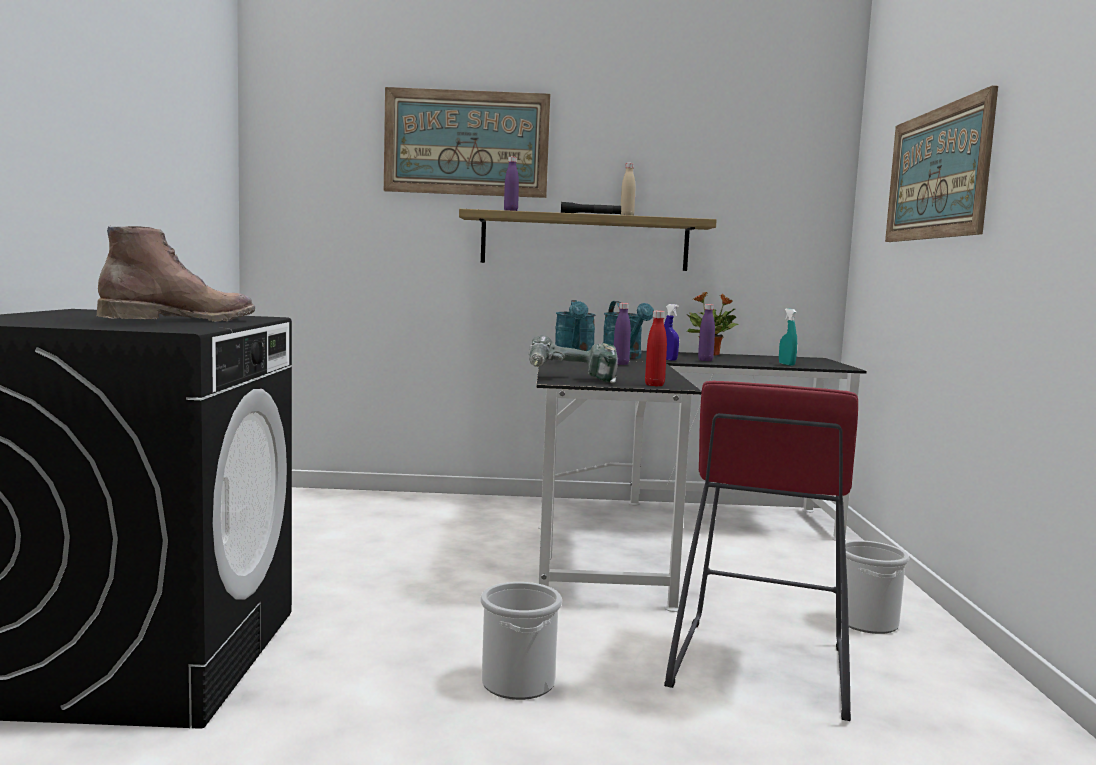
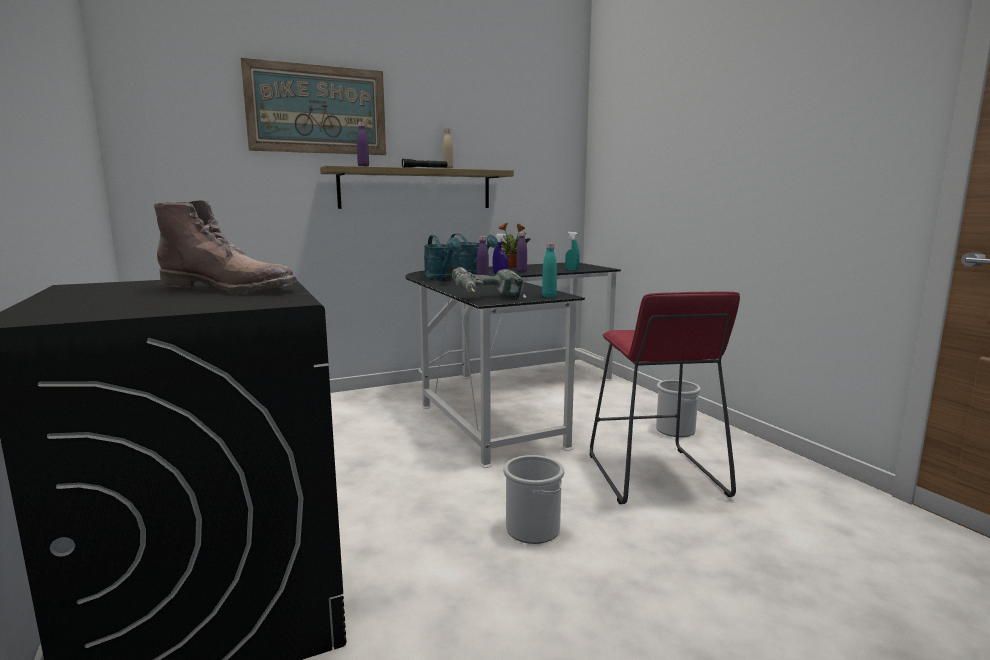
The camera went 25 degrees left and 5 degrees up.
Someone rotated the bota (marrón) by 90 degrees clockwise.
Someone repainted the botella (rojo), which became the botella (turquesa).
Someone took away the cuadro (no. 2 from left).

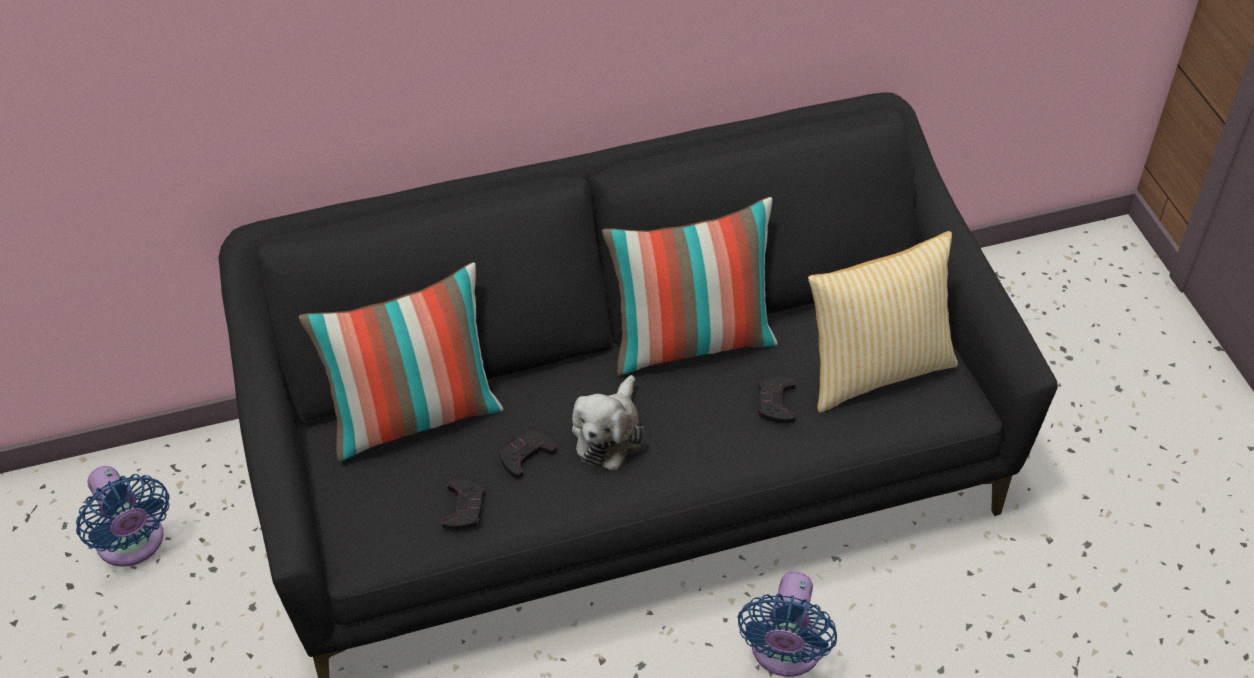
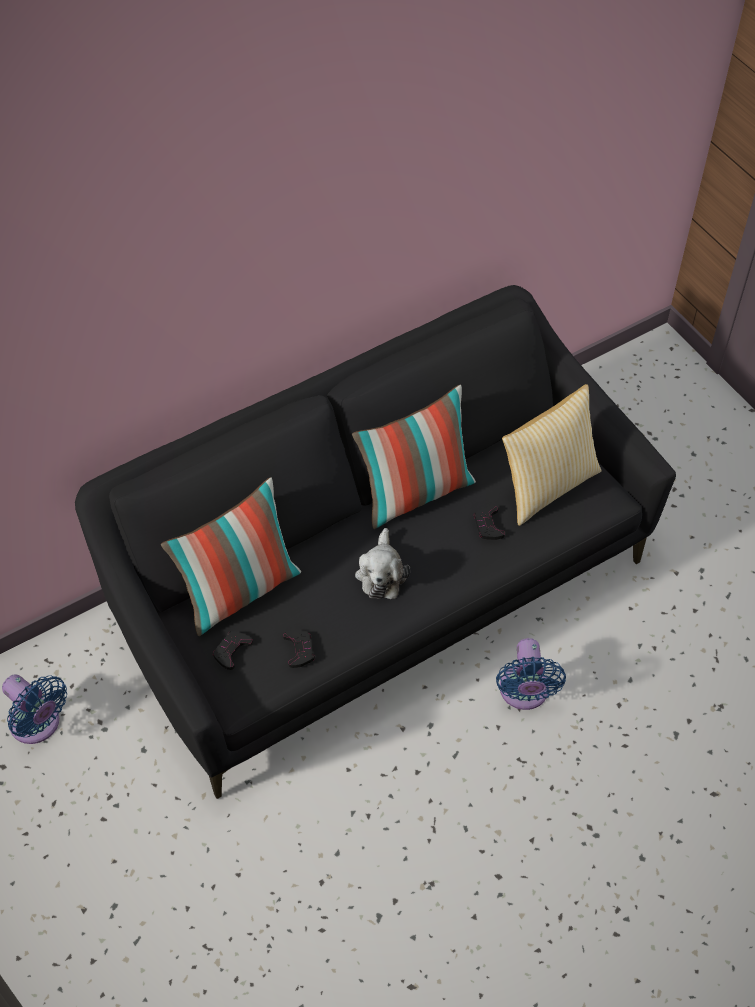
The camera went 15 degrees left and 5 degrees up.
Someone carried the mando de consola (negro) (no. 2 from left in the first image).

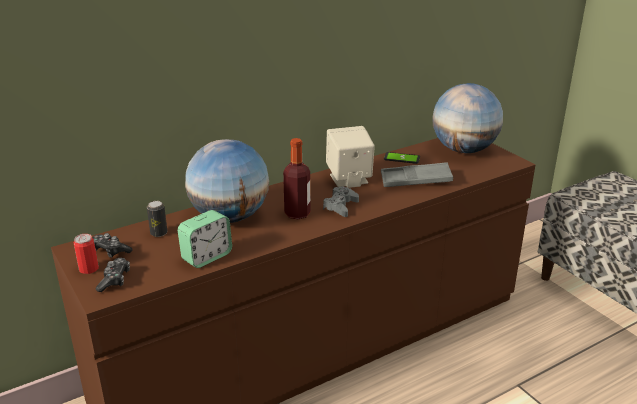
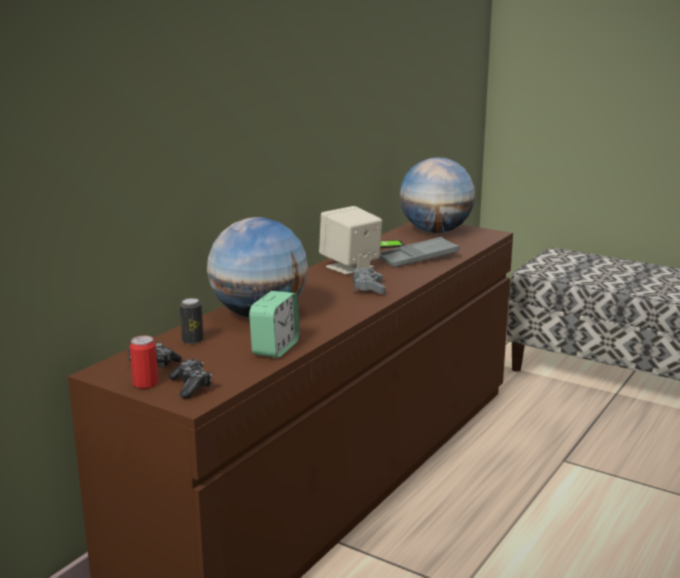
The camera went 25 degrees left and 10 degrees down.
Someone took away the botella.

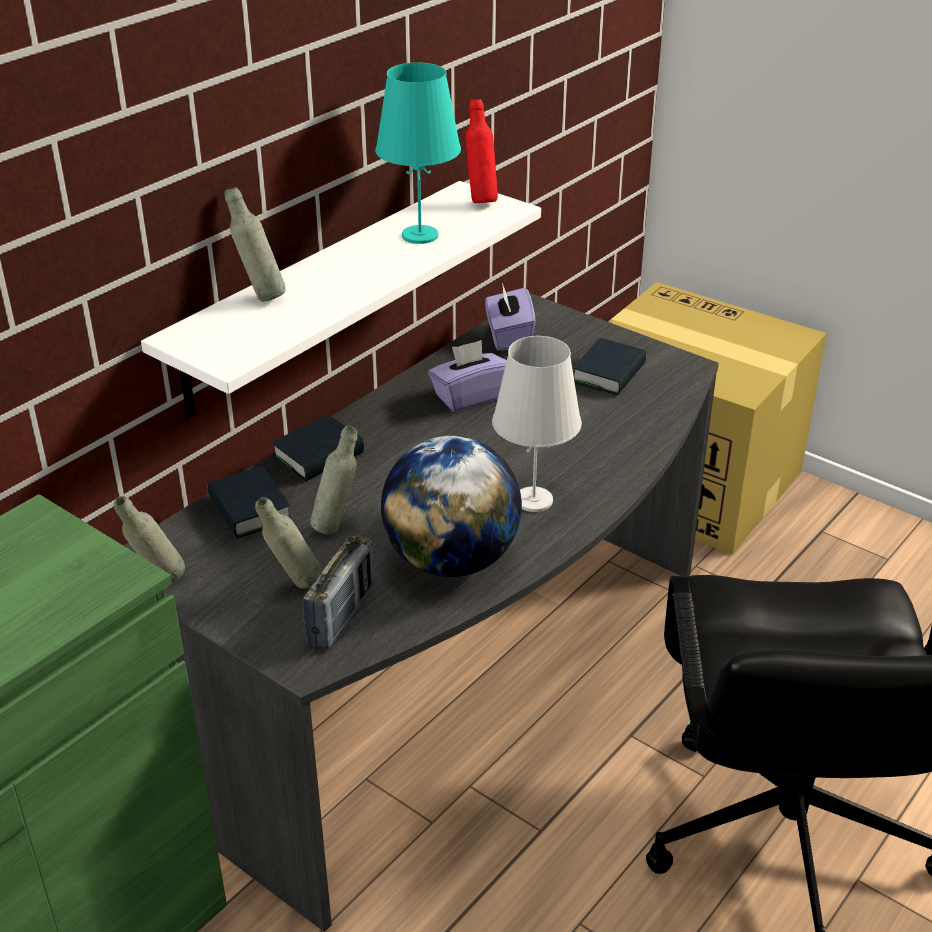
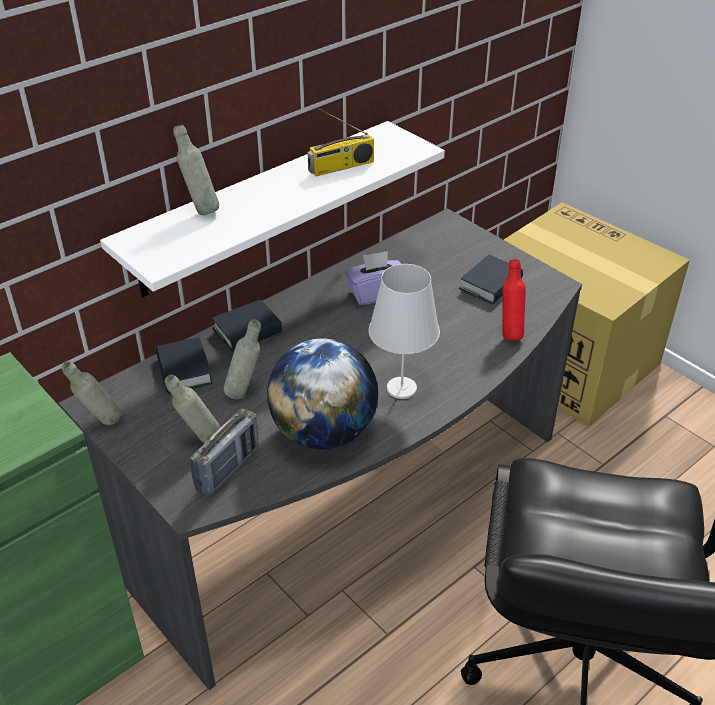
The camera went 10 degrees right and 5 degrees up.
Someone swapped the lámpara de mesa (turquesa) for the radio (no. 2 from left).
Someone carried the botella (rojo).
Someone took away the caja de pañuelos (morado) (no. 2 from left).

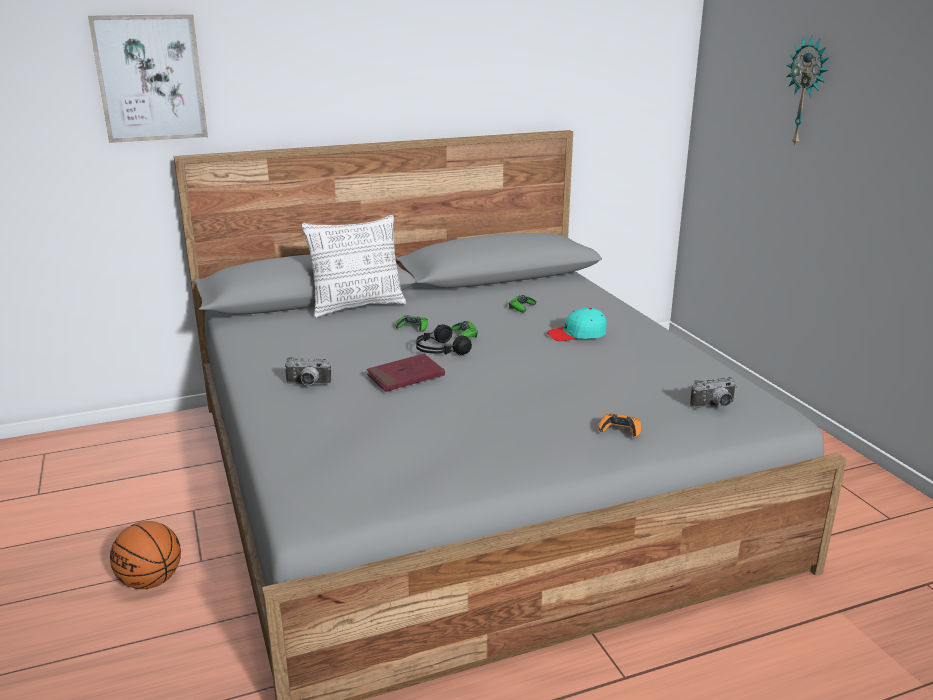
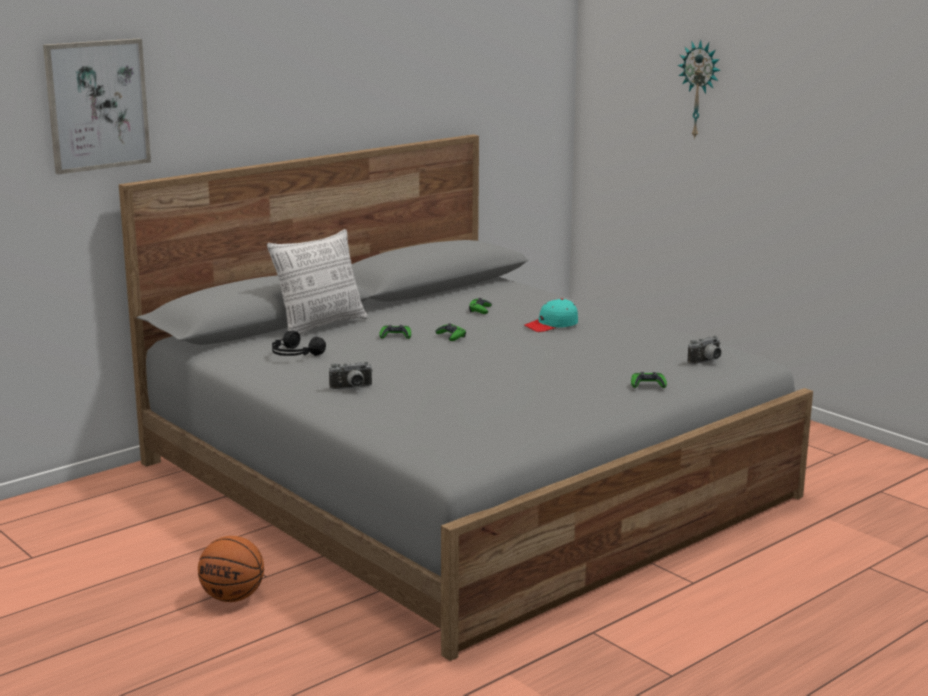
The camera went 20 degrees left and 5 degrees down.
Someone carried the auriculares (negro).
Someone repainted the mando de consola (naranja), which became the mando de consola (verde) (no. 4 from left).
Someone took away the libro (rojo).

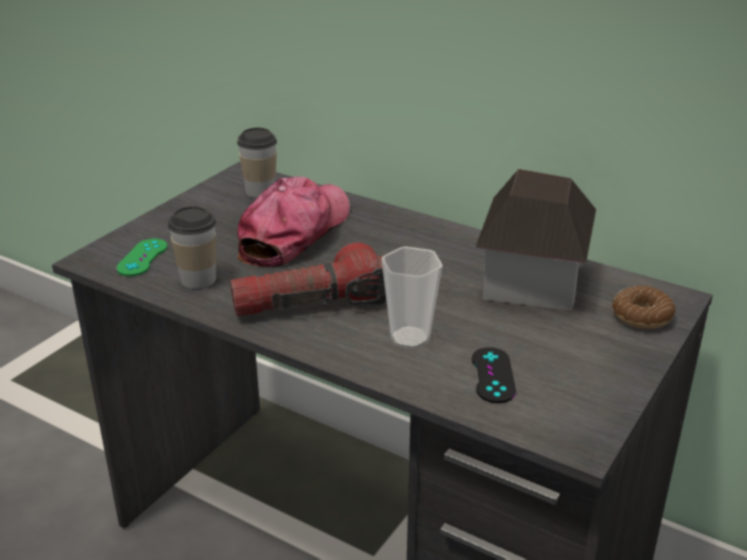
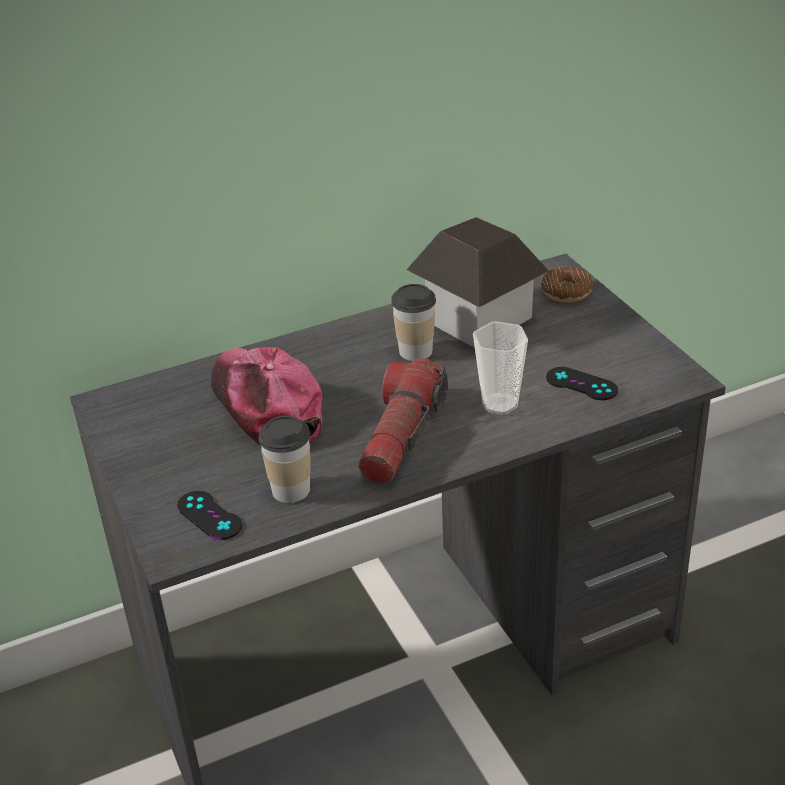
The camera went 55 degrees left and 5 degrees up.
Someone repainted the mando de consola (verde), which became the mando de consola (negro) (no. 1 from left).
Someone carried the taza (no. 2 from left).

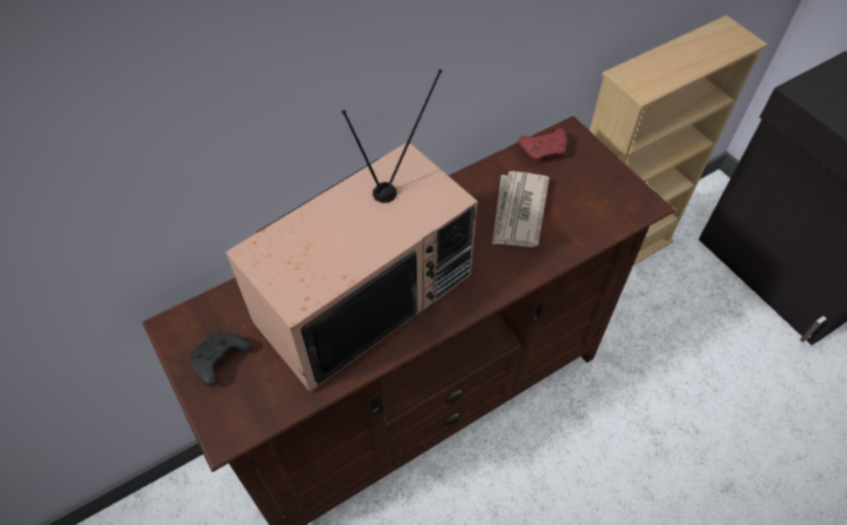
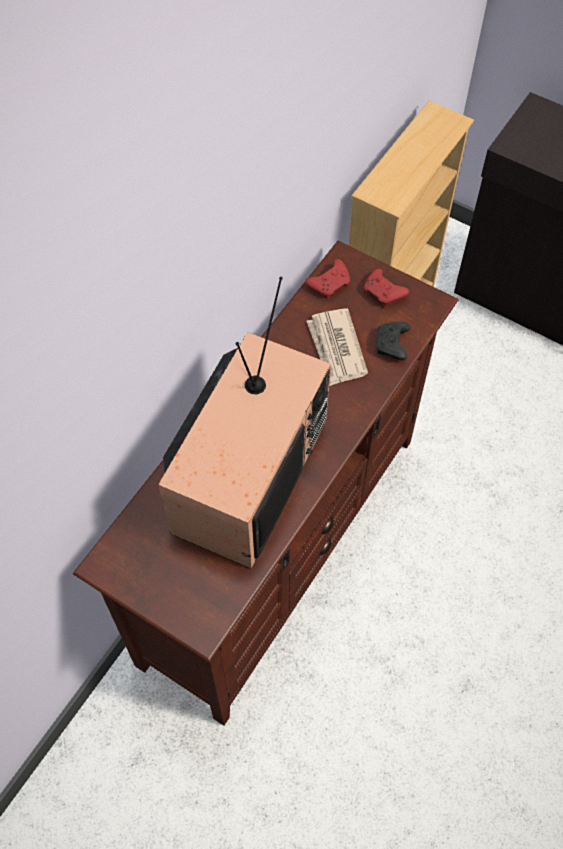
The camera went 25 degrees left and 5 degrees up.
Someone put down the mando de consola (rojo) (no. 2 from left).
Someone carried the mando de consola (negro).

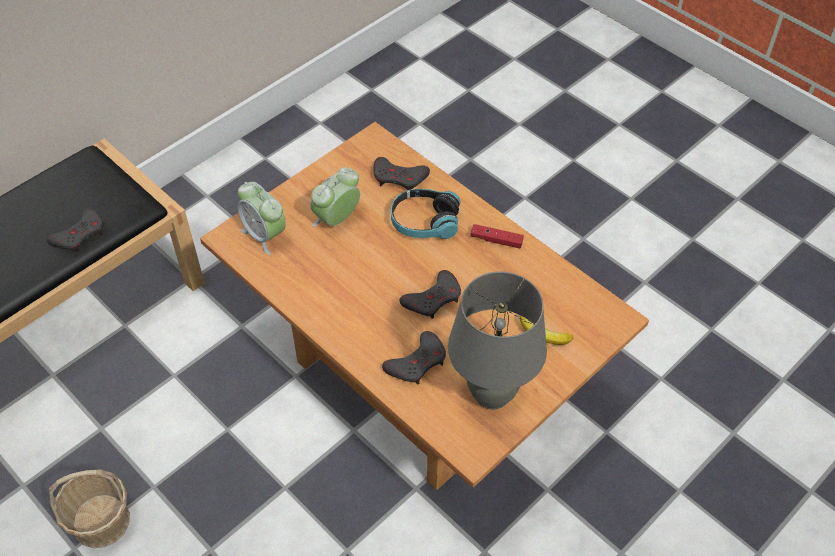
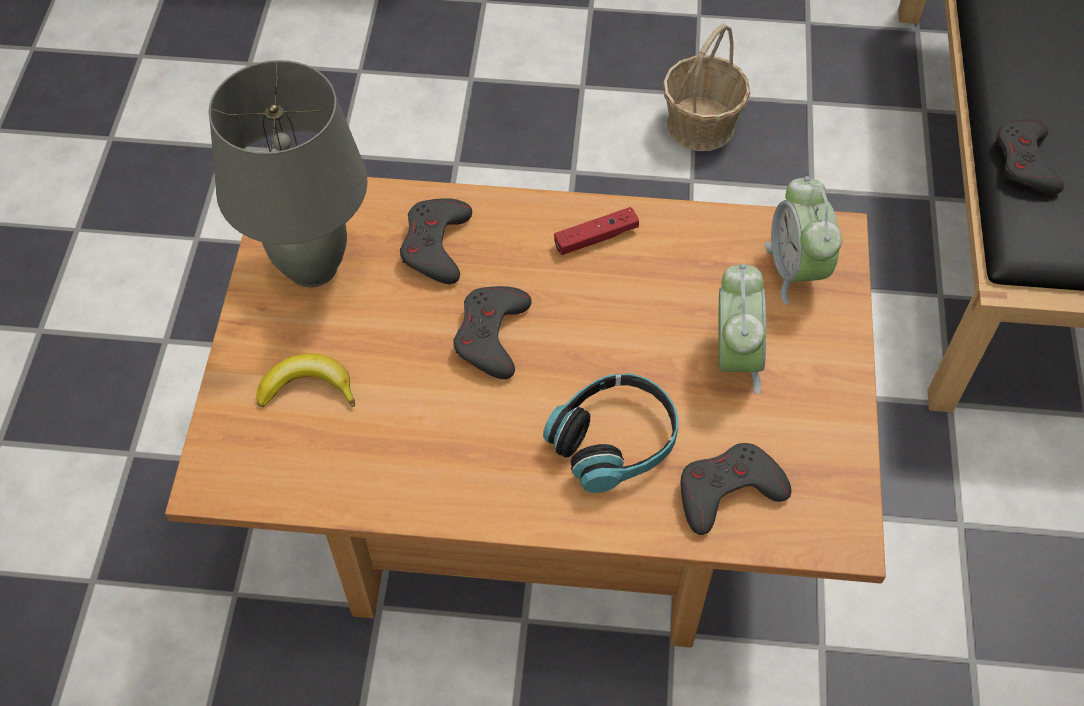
The camera went 140 degrees right and 5 degrees up.
Someone carried the mando de consola (rojo).
Someone rotated the despertador (no. 1 from left in the first image) by 105 degrees counterclockwise.

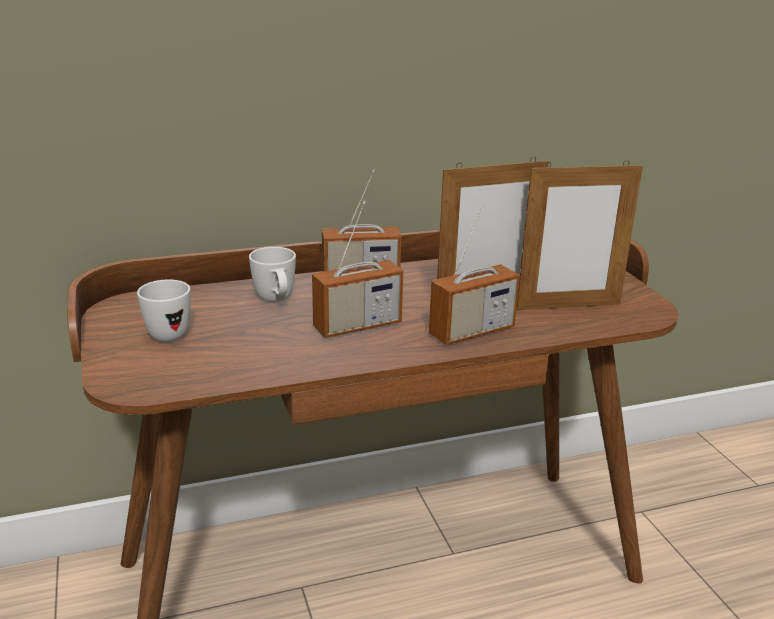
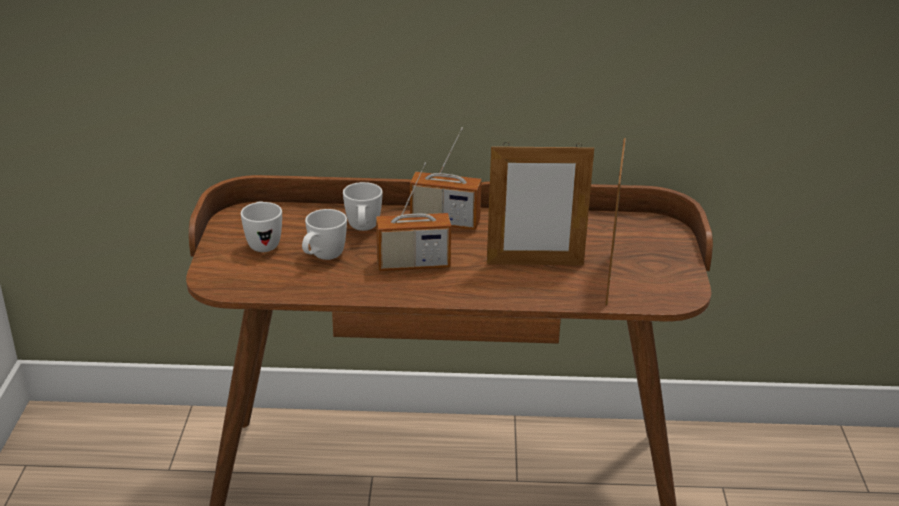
The camera went 20 degrees right and 5 degrees up.
Someone put down the taza grande (blanco) (no. 2 from left).
Someone rotated the portarretratos (no. 2 from left) by 90 degrees counterclockwise.
Someone took away the radio (no. 3 from left).

